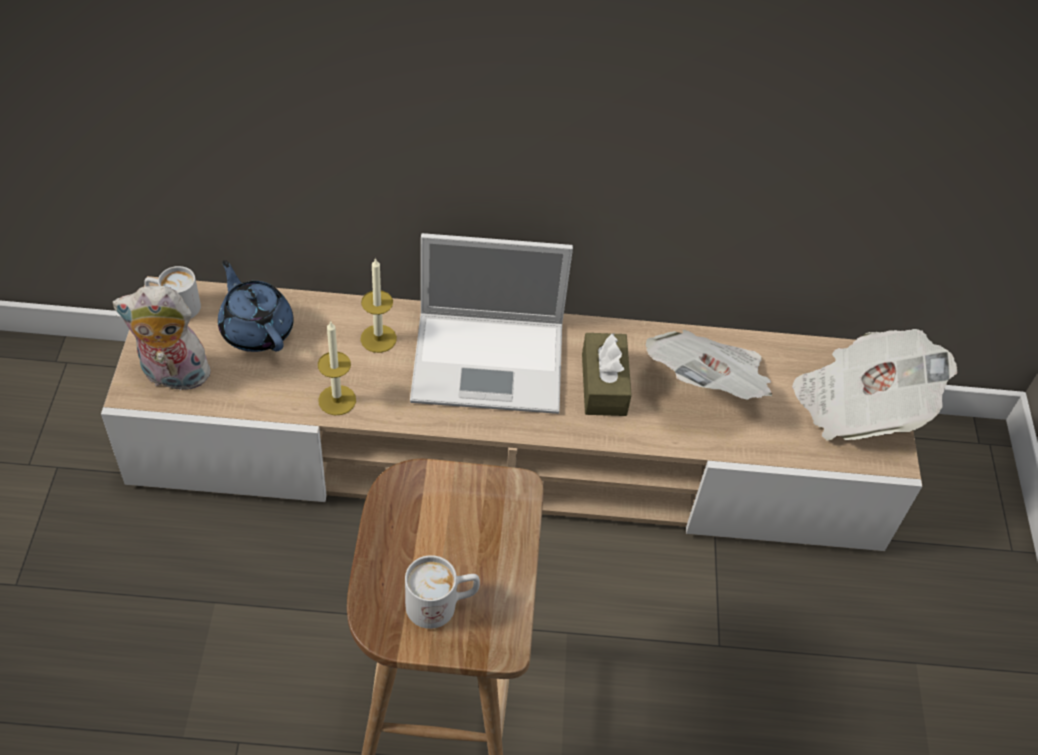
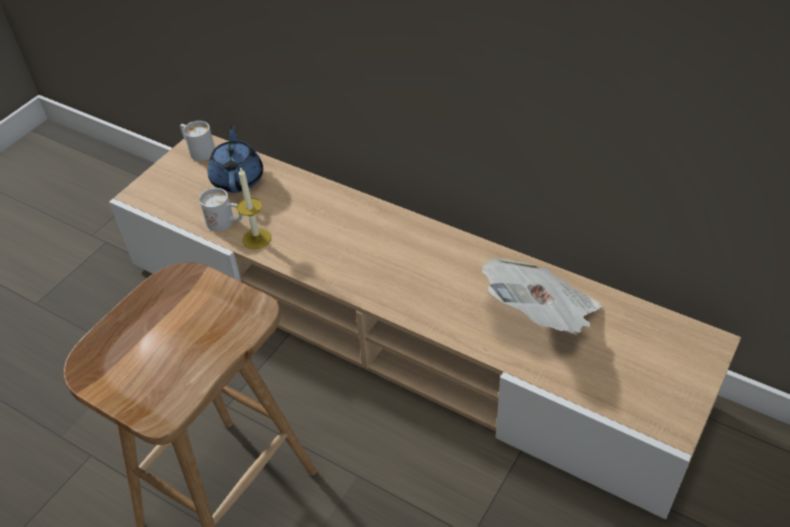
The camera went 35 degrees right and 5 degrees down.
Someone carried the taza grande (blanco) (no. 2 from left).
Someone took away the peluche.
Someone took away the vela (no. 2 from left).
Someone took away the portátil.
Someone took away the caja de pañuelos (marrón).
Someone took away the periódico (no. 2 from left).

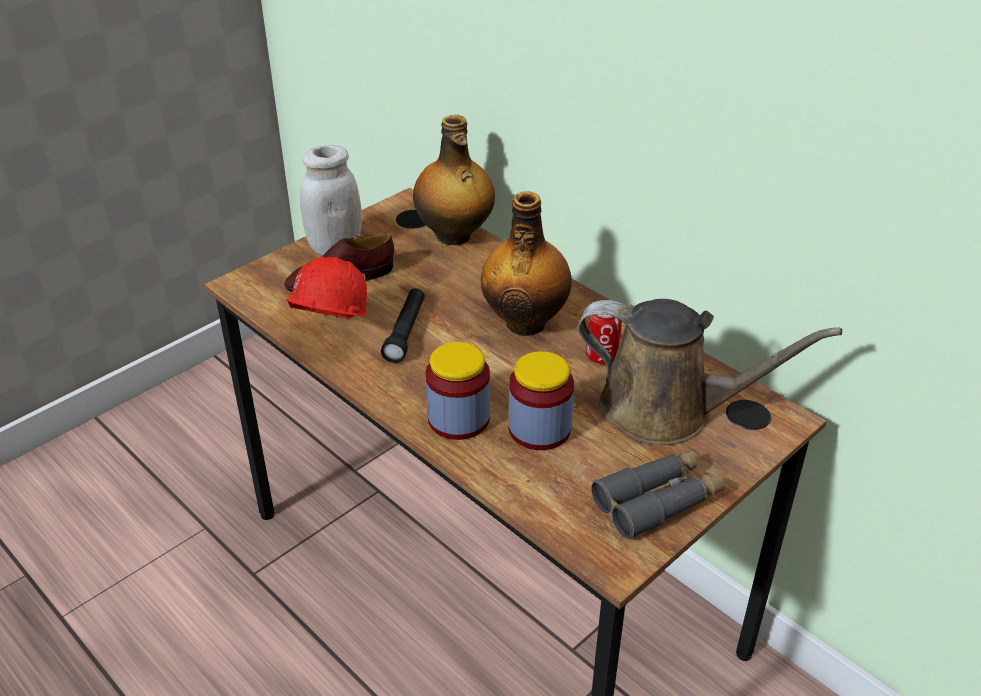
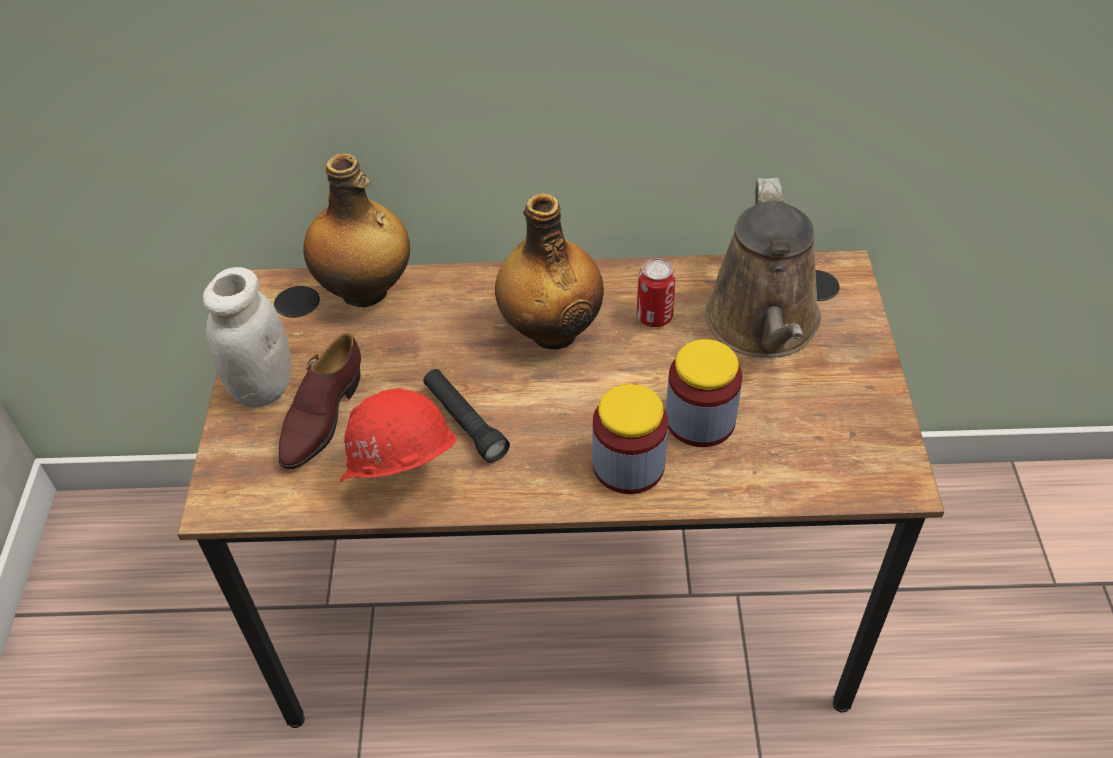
The camera went 45 degrees left and 10 degrees up.
Someone rotated the regadera (marrón) by 120 degrees clockwise.
Someone took away the prismáticos (gris).

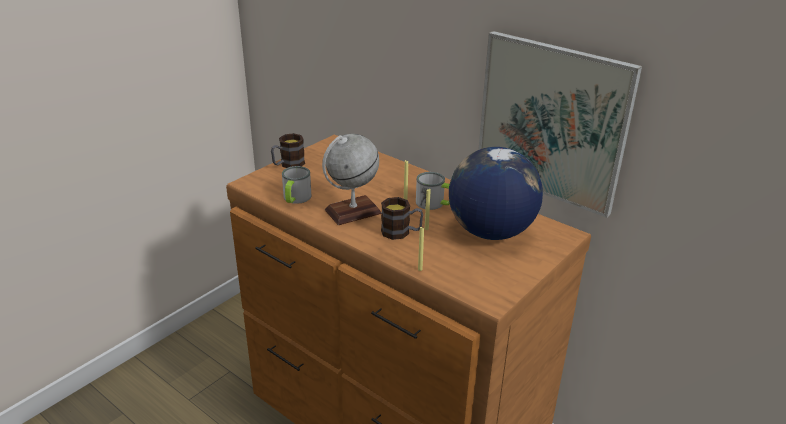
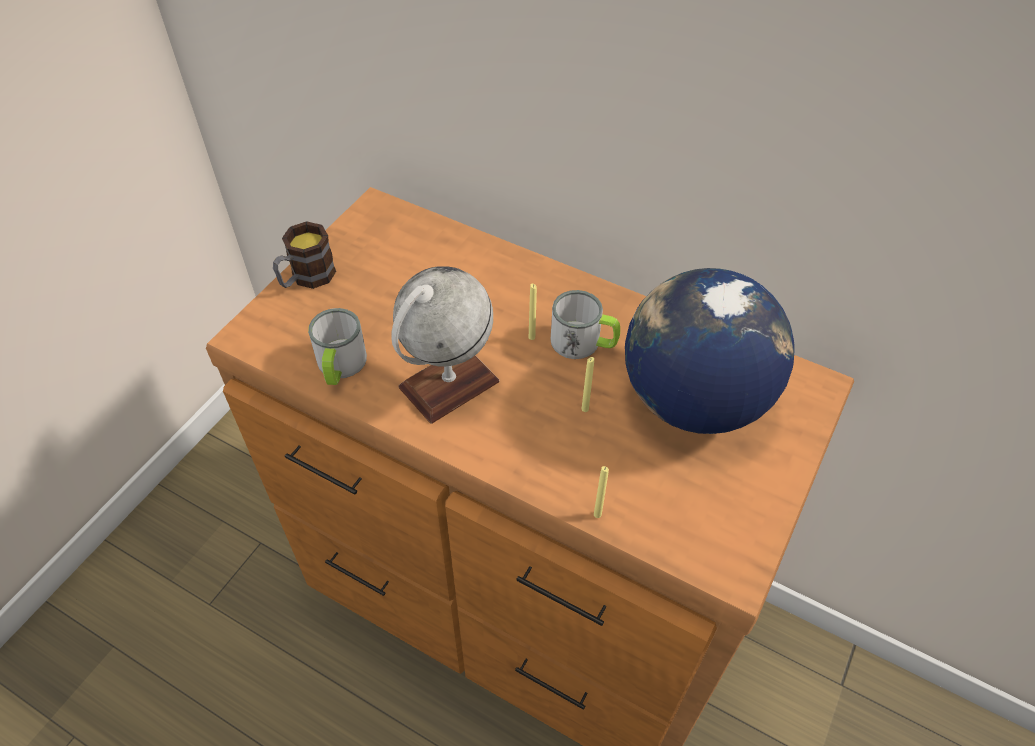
The camera went 10 degrees left and 20 degrees up.
Someone took away the taza grande (no. 3 from left).
Someone took away the cuadro.

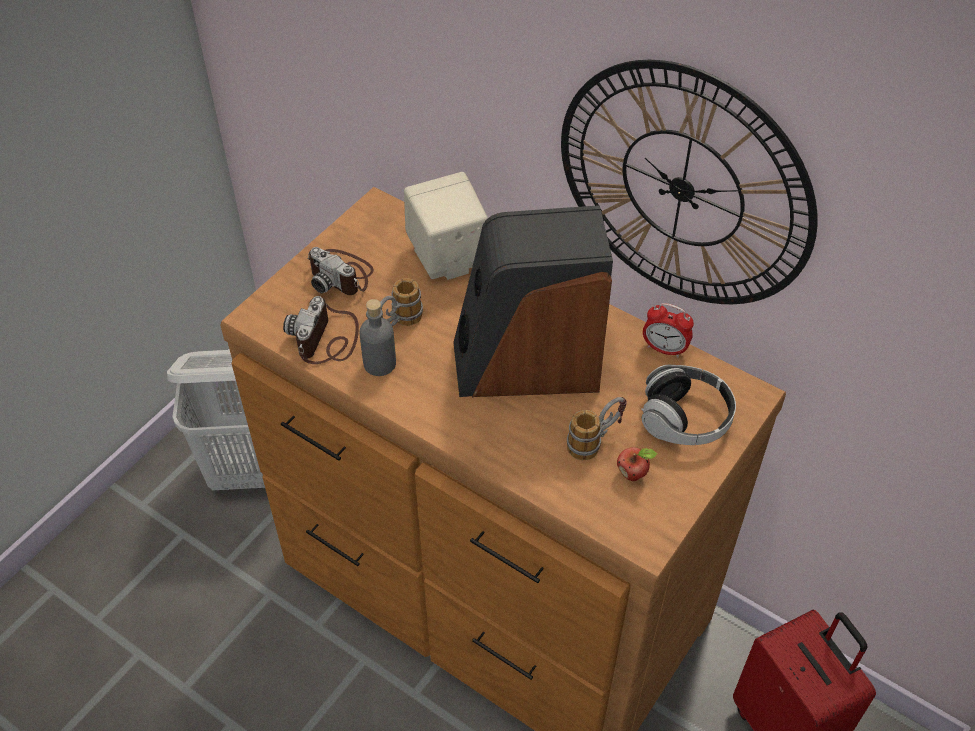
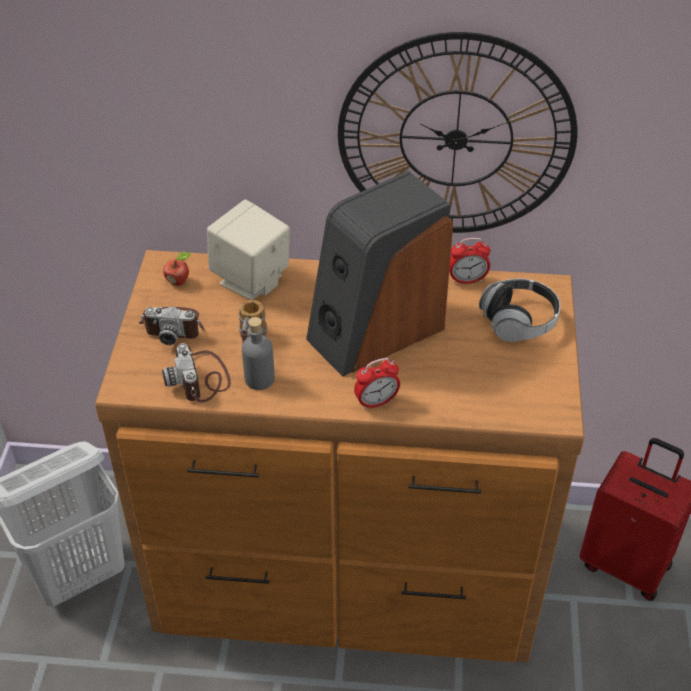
The camera went 30 degrees left and 5 degrees down.
Someone carried the manzana.
Someone put down the despertador (no. 1 from left).
Someone took away the taza grande (no. 2 from left).

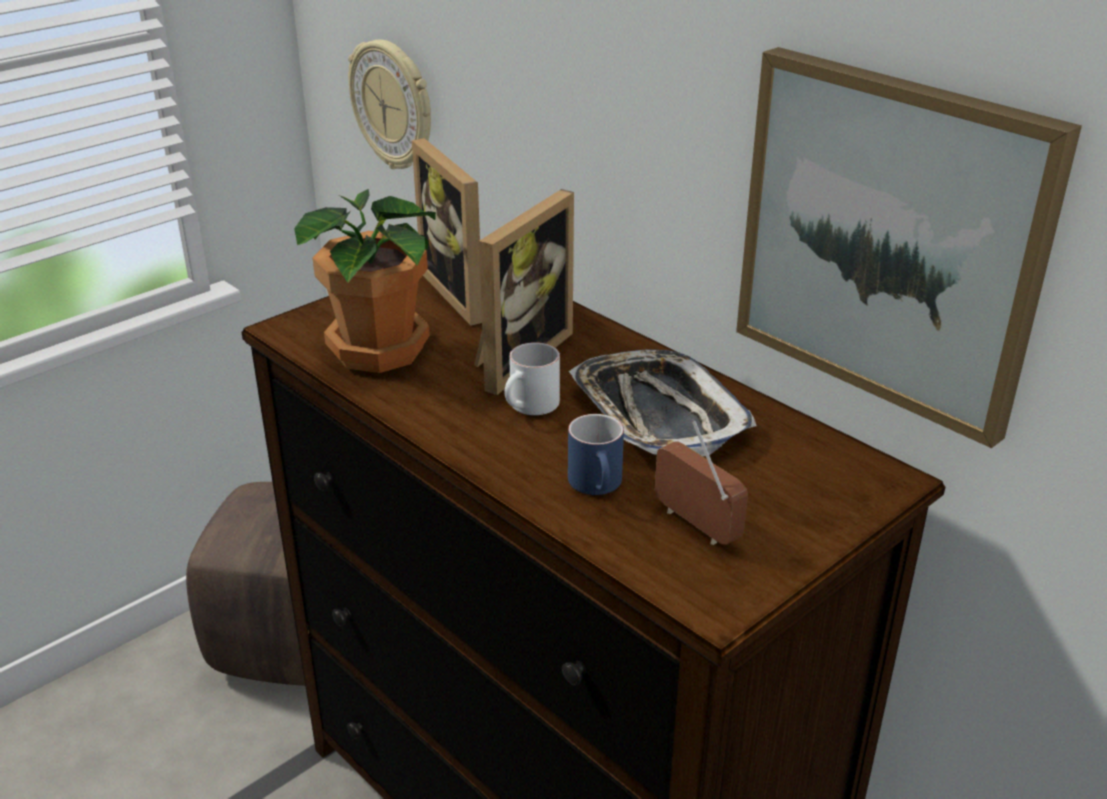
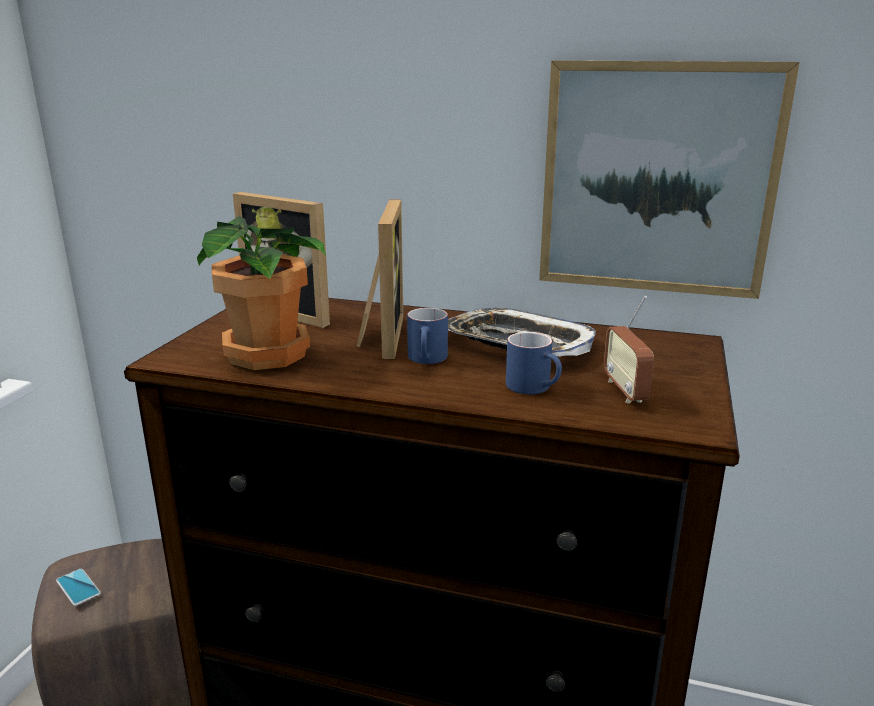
The camera went 30 degrees left and 10 degrees down.
Someone put down the móvil.
Someone repainted the taza grande (blanco), which became the taza grande (azul) (no. 1 from left).
Someone rotated the radio by 120 degrees counterclockwise.
Someone took away the reloj de pared.

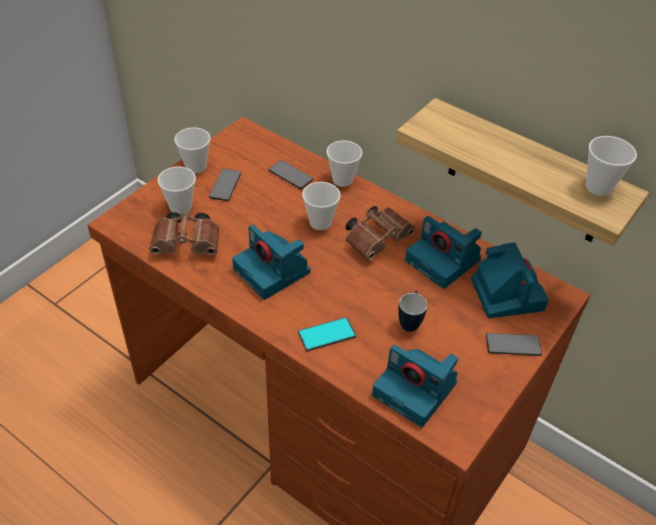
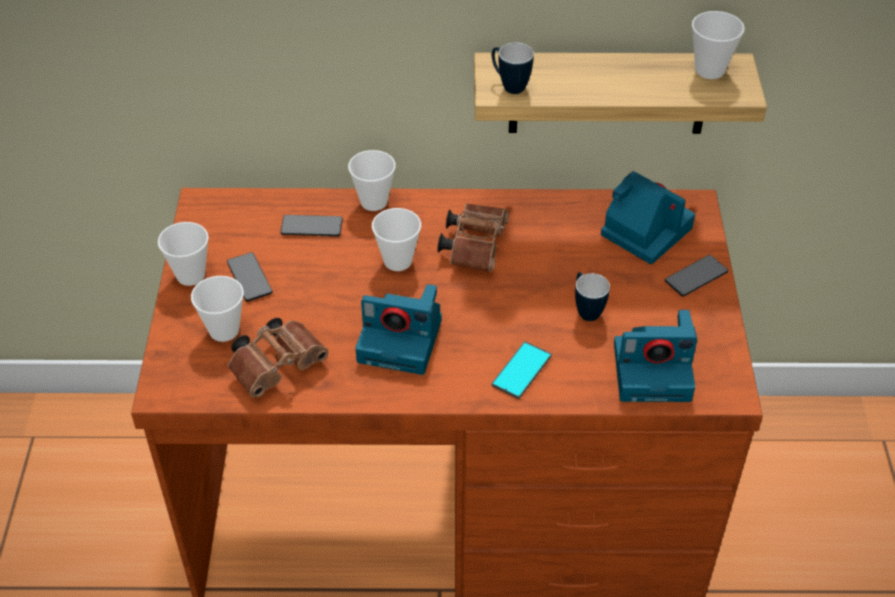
The camera went 35 degrees left and 0 degrees up.
Someone put down the taza grande (no. 1 from left).
Someone took away the cámara (no. 3 from left).

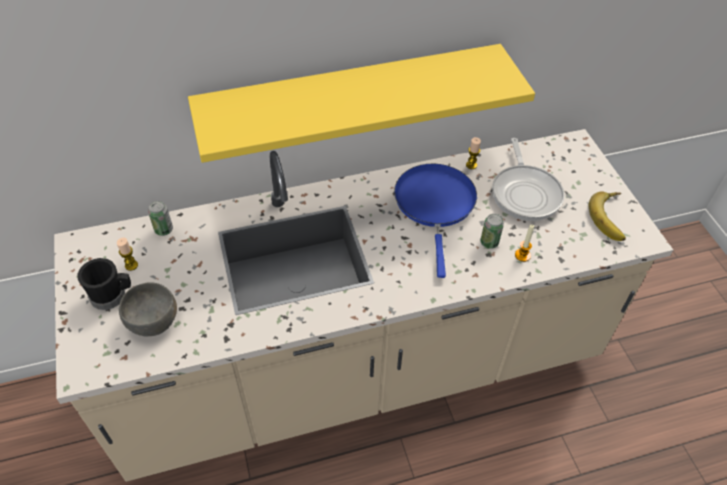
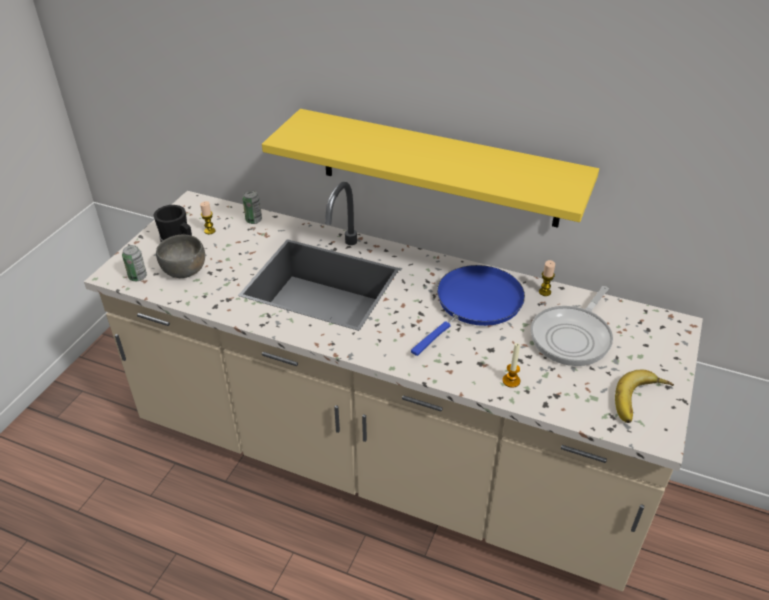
The camera went 40 degrees right and 10 degrees down.
Someone carried the lata (no. 2 from left in the first image).

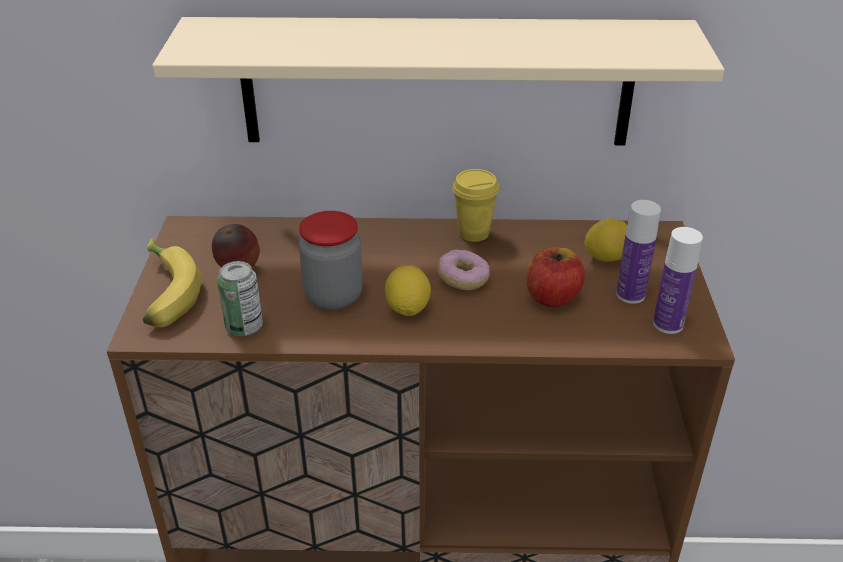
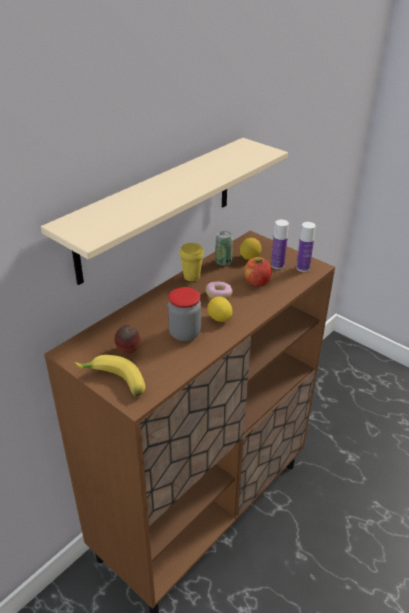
The camera went 50 degrees left and 0 degrees up.
Someone carried the lata.

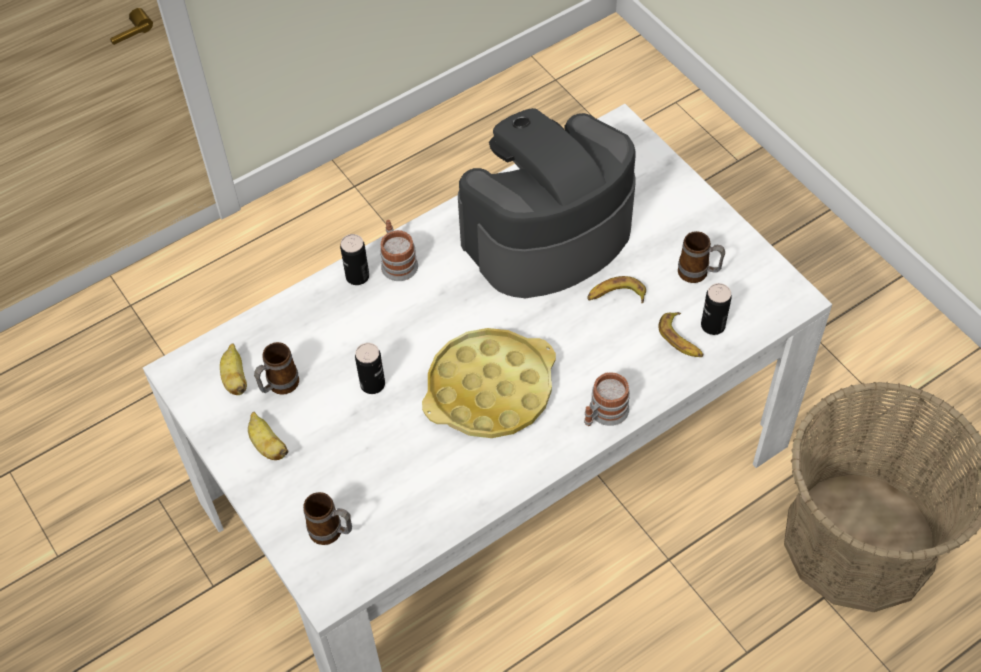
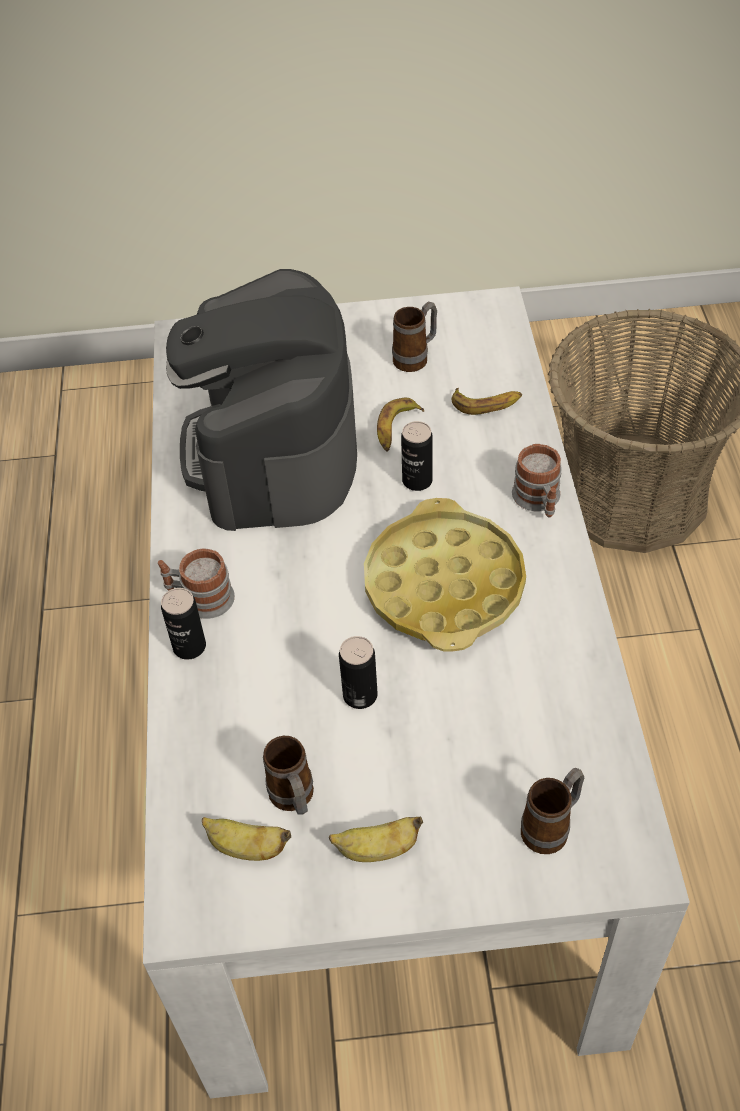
The camera went 60 degrees left and 5 degrees down.
Someone carried the lata (no. 3 from left).

